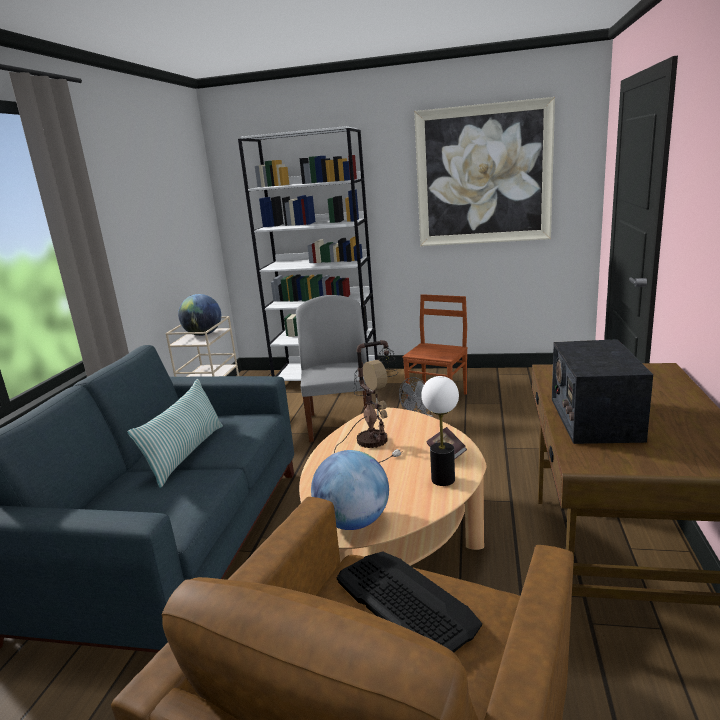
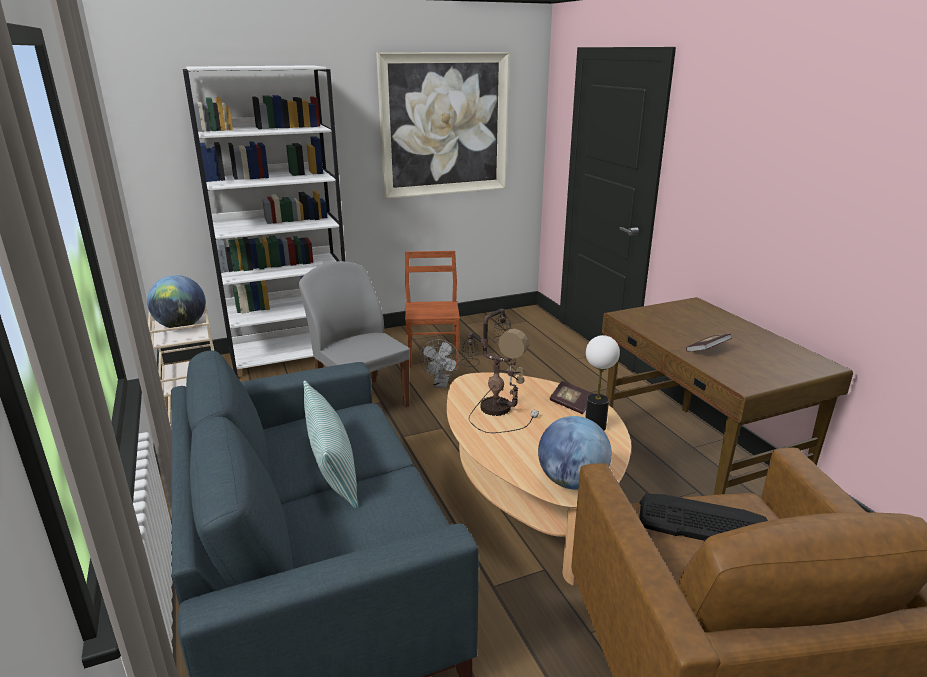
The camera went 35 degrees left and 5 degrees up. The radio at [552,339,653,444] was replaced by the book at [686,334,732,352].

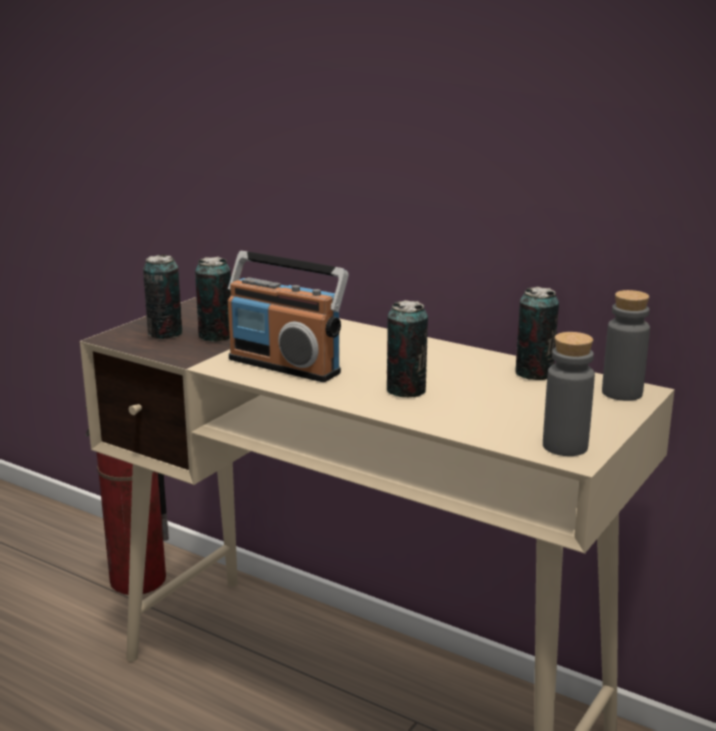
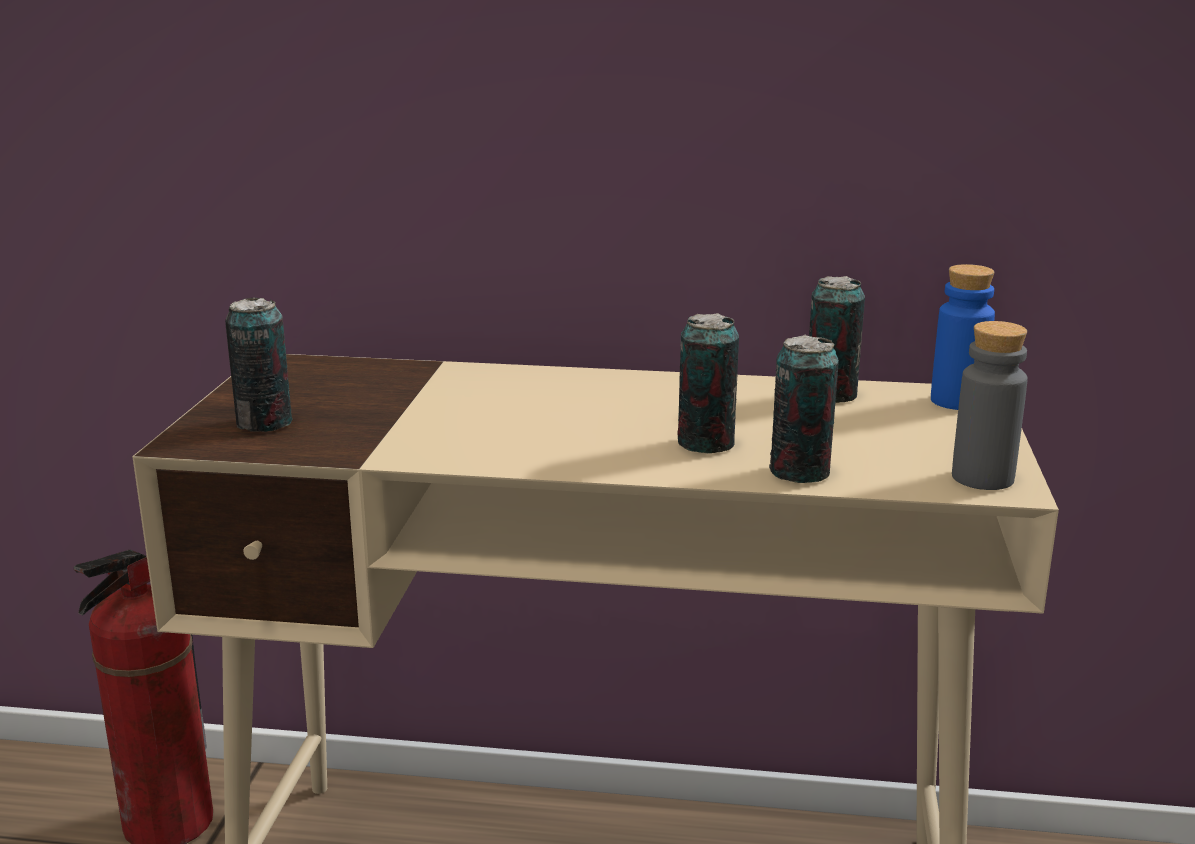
The camera went 25 degrees left and 0 degrees up. The can moved from [195,257,231,342] to [769,335,839,483]. The grey bottle at [602,290,650,401] became the blue bottle at [931,264,995,410]. The radio at [228,251,349,382] disappeared.

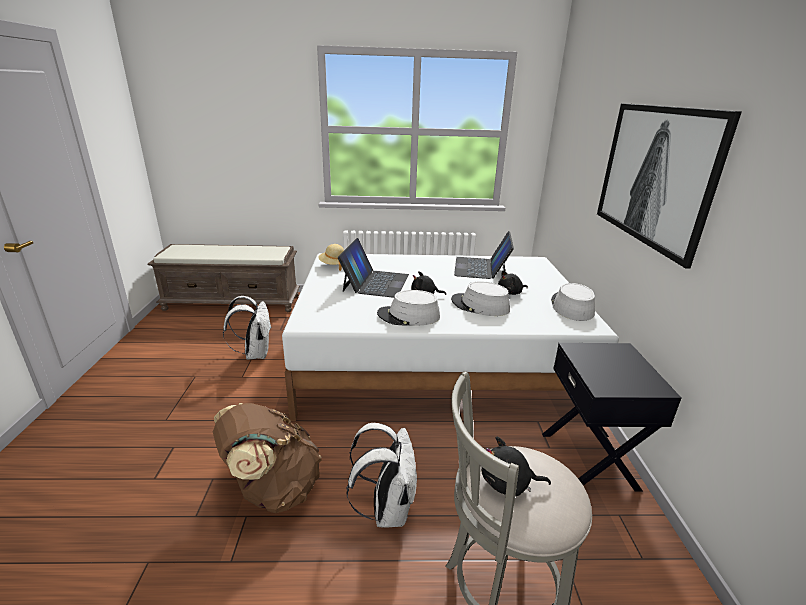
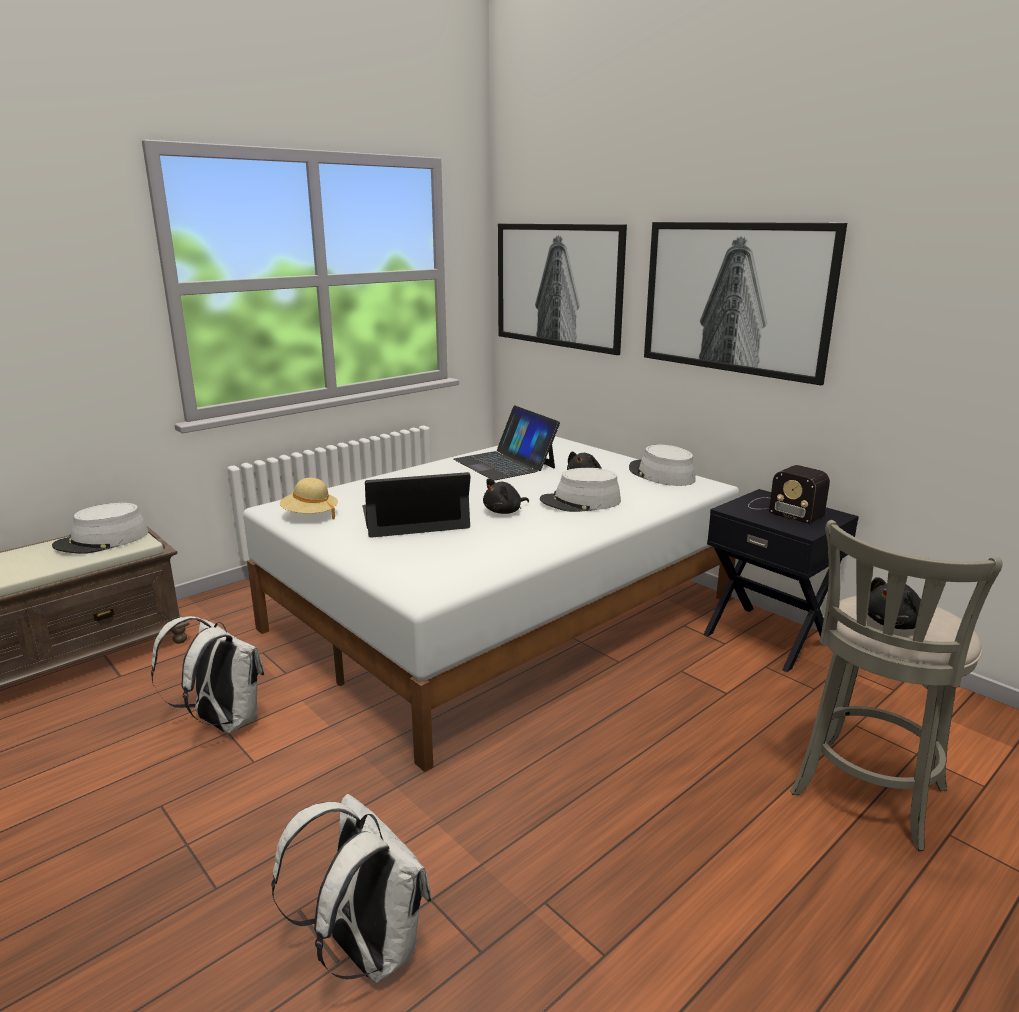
The camera went 40 degrees left and 5 degrees down. The grey hat moved from [377,290,440,326] to [52,503,148,554]. The white backpack moved from [346,423,418,528] to [271,794,431,983]. The laptop at [338,238,409,298] turned 75 degrees counterclockwise. The picture at [498,224,627,355] appeared. The radio at [748,465,830,524] appeared. The brown backpack at [213,403,321,513] disappeared.

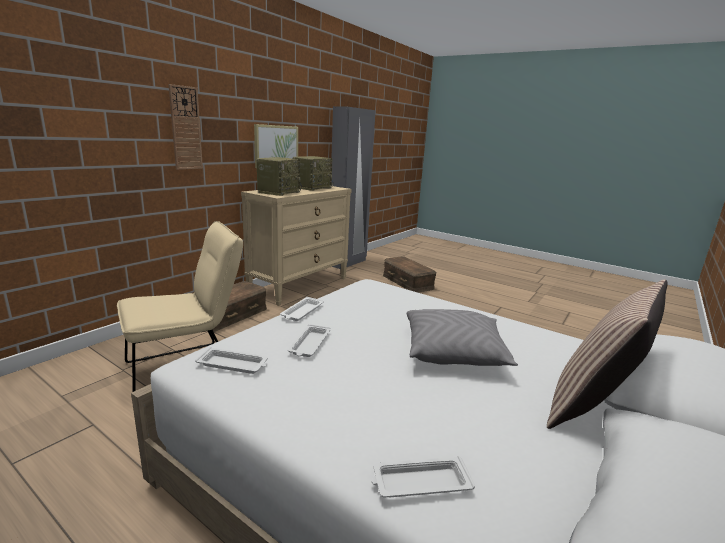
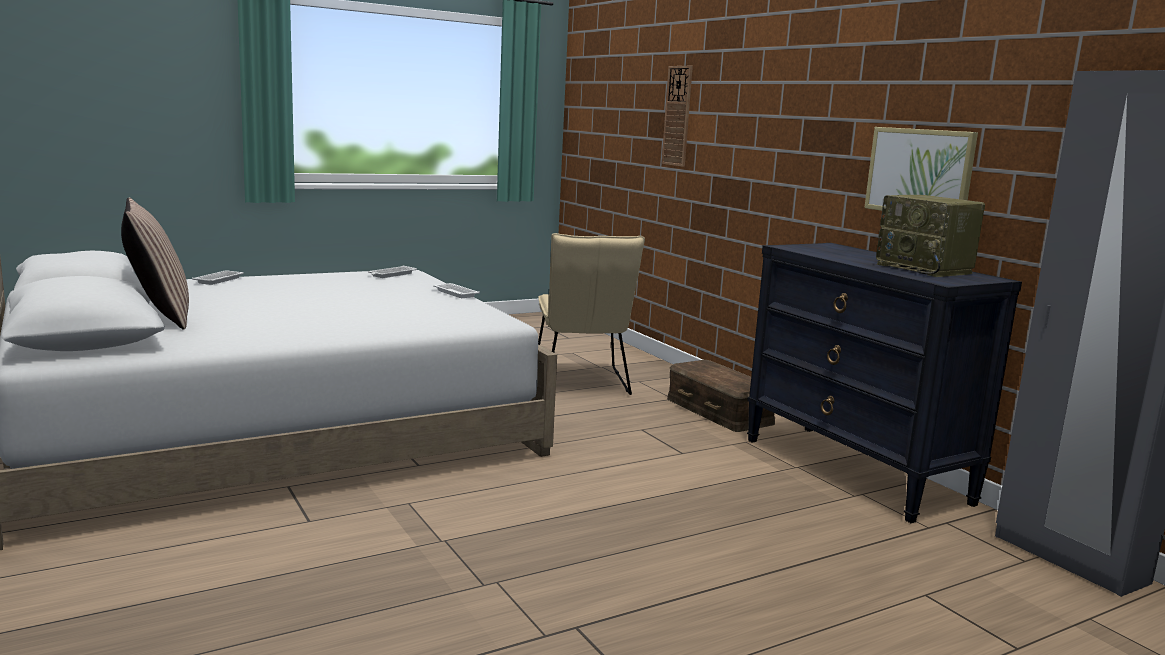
The camera went 115 degrees right and 5 degrees down. The wall clock moved from [168,84,203,170] to [662,66,693,167]. The beige dresser at [241,186,352,306] became the black dresser at [747,243,1022,523]. The radio at [256,157,302,196] disappeared. The white tray at [288,324,331,357] disappeared. The brown storage box at [383,256,436,293] disappeared. The grey pillow at [407,309,518,366] disappeared.

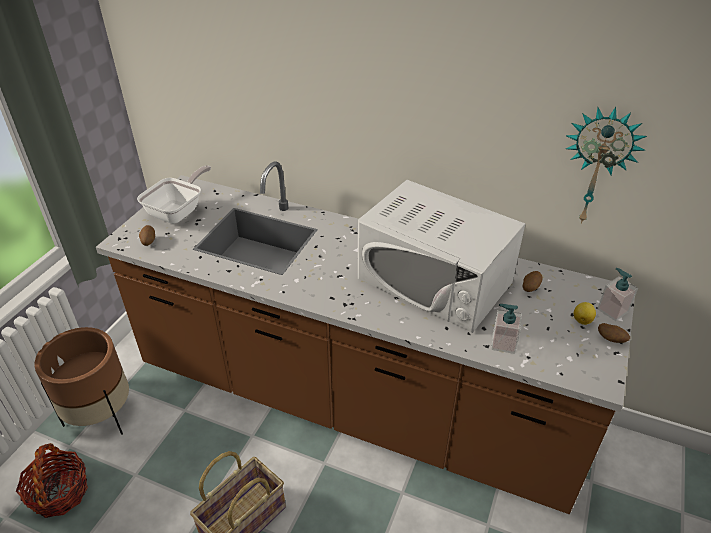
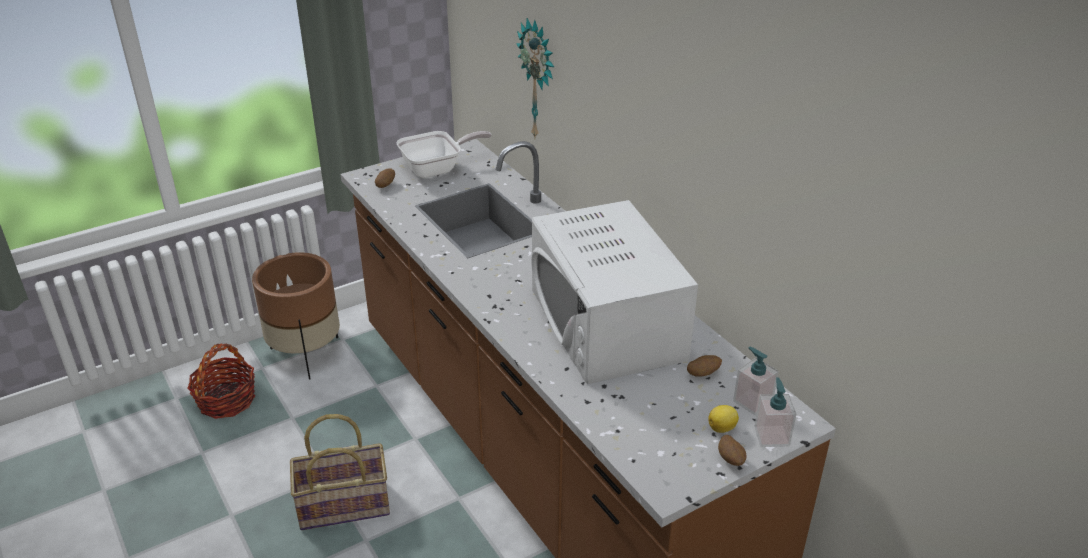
The camera went 35 degrees right and 5 degrees down. The wall clock moved from [566,107,647,224] to [516,18,554,137]. The soap dispenser moved from [491,304,522,354] to [733,347,779,415].

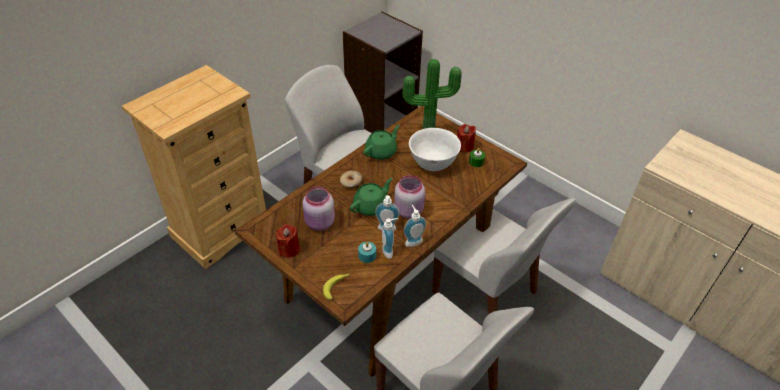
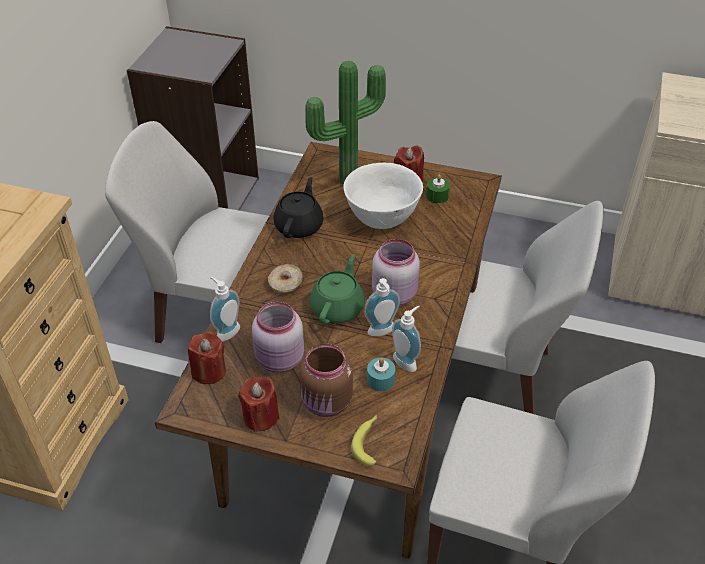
The camera went 25 degrees left and 0 degrees up. The red candle at [188,331,226,384] appeared. The soap dispenser moved from [404,205,426,247] to [210,276,240,342]. The green teapot at [364,125,400,160] became the black teapot at [274,177,324,238]. The brown jar at [299,343,353,417] appeared.

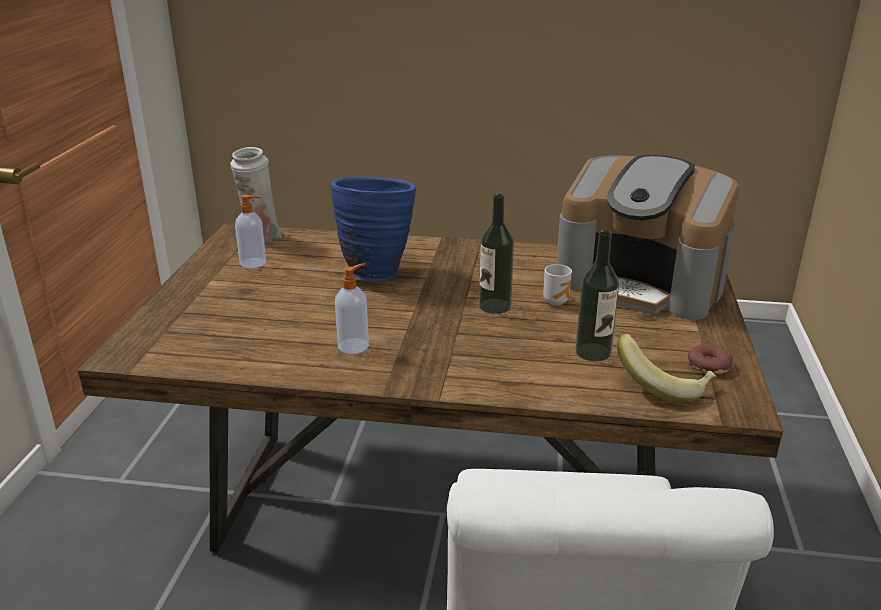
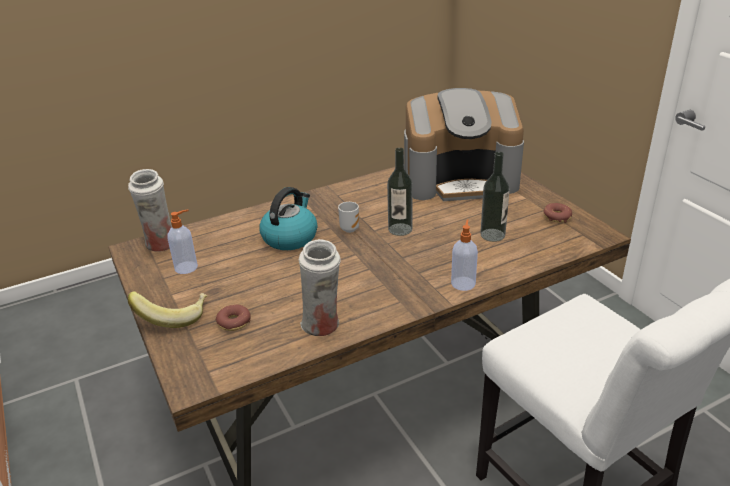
The camera went 35 degrees left and 5 degrees up. The banana moved from [617,334,717,403] to [128,291,207,328]. The donut at [216,305,251,331] appeared. The blue vase at [331,176,416,281] was replaced by the kettle at [259,187,317,250]. The white vase at [299,239,341,336] appeared. The mug moved from [543,264,572,306] to [338,202,359,233]. The soap dispenser moved from [335,263,369,354] to [451,219,478,291].

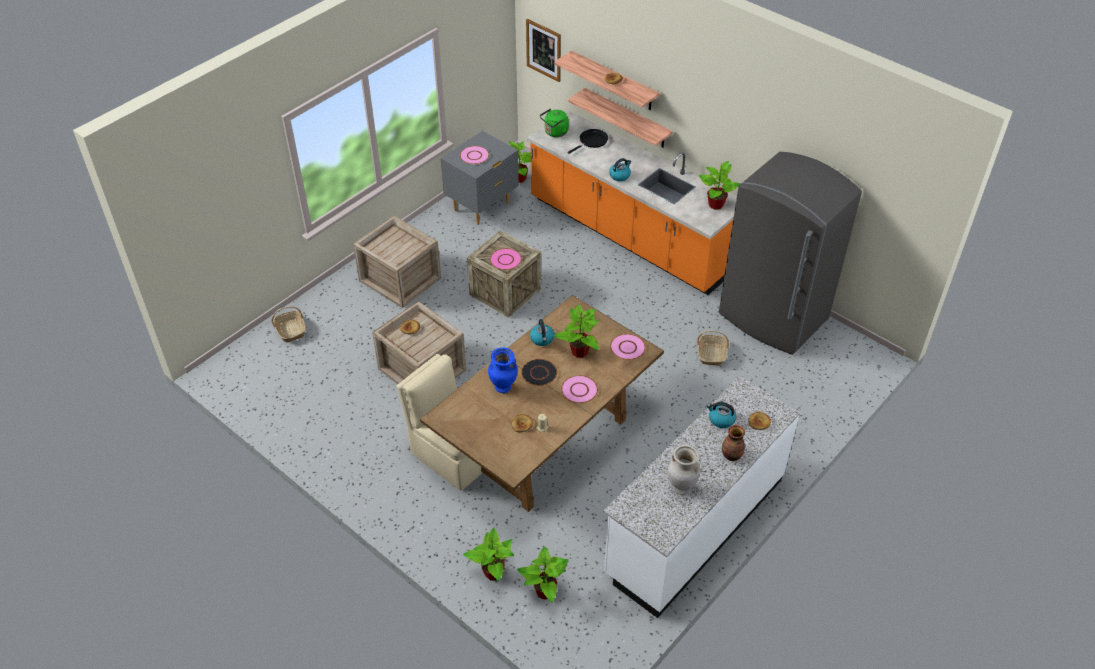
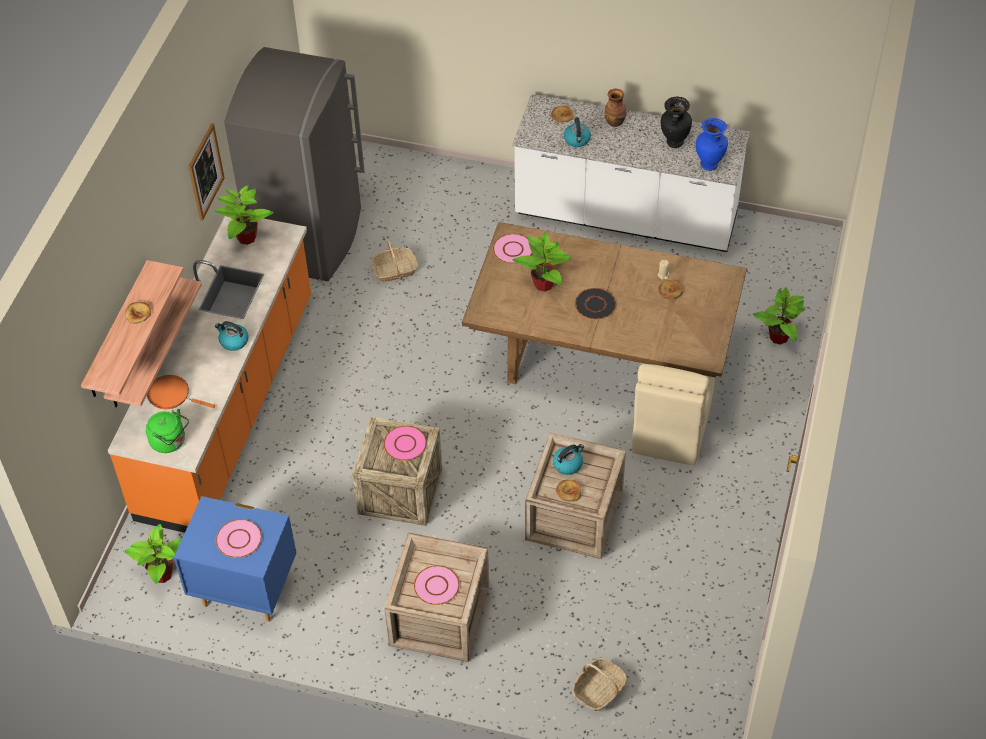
The camera went 115 degrees left and 5 degrees up. The black frying pan at [568,129,608,154] became the orange frying pan at [147,375,215,409]. The grey nightstand at [441,131,519,225] became the blue nightstand at [174,496,297,622]. The picture moved from [526,19,561,82] to [188,123,225,221]. The pink plate moved from [561,375,598,403] to [414,565,460,605]. The kettle moved from [530,319,554,346] to [553,444,584,475]. The beige vase at [668,445,701,495] became the black vase at [661,97,692,148]. The blue vase moved from [488,347,517,393] to [696,118,728,171]. The potted plant at [517,547,569,603] disappeared.

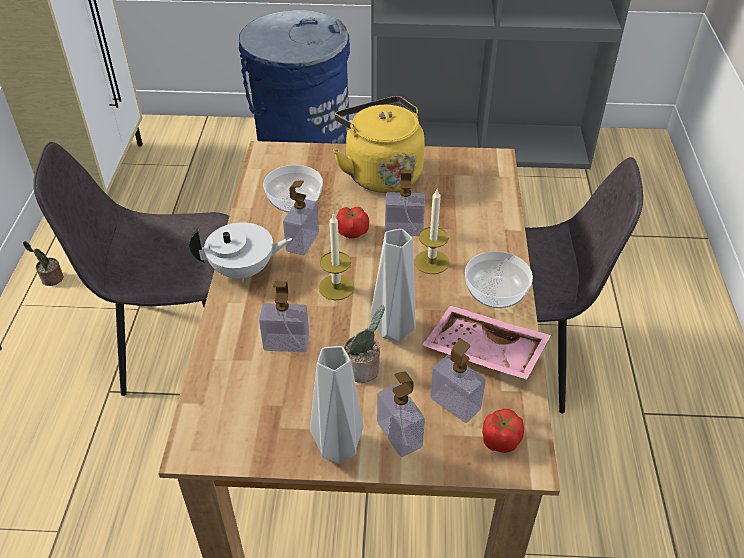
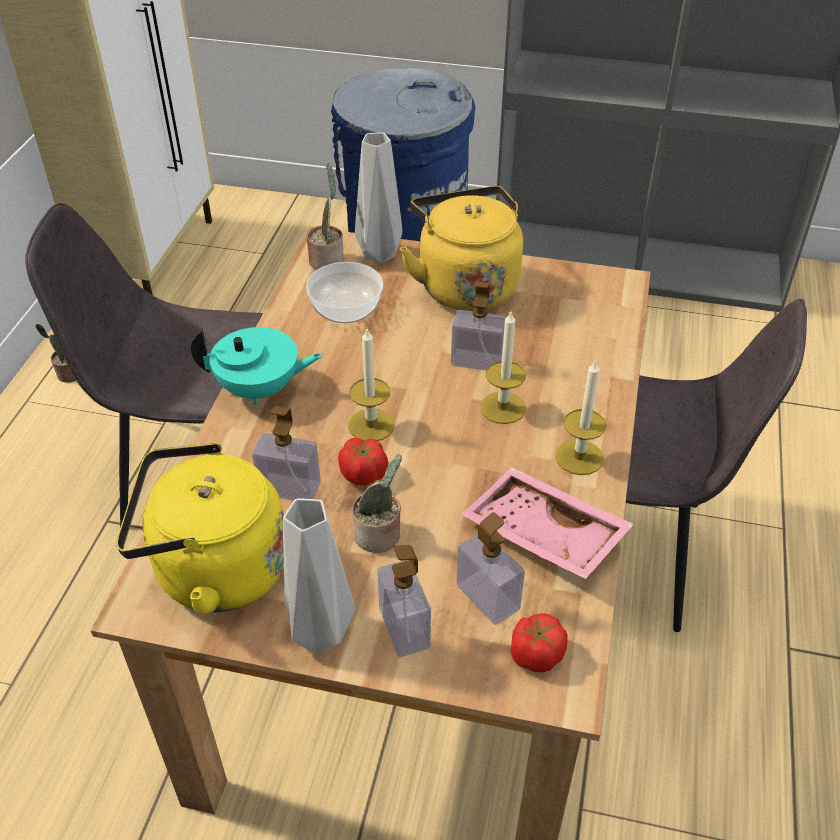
The camera went 10 degrees right and 0 degrees up. The yellow kettle at [116,443,284,614] appeared. The white teapot at [189,222,292,283] became the turquoise teapot at [191,327,323,405]. The potted plant at [306,163,344,270] appeared. The tomato moved from [336,207,369,239] to [338,438,388,485]. The grey vase moved from [371,229,415,342] to [355,133,402,264]. The bowl at [465,251,533,308] was replaced by the candle at [555,359,606,475]. The soap dispenser at [283,180,319,255] disappeared.

